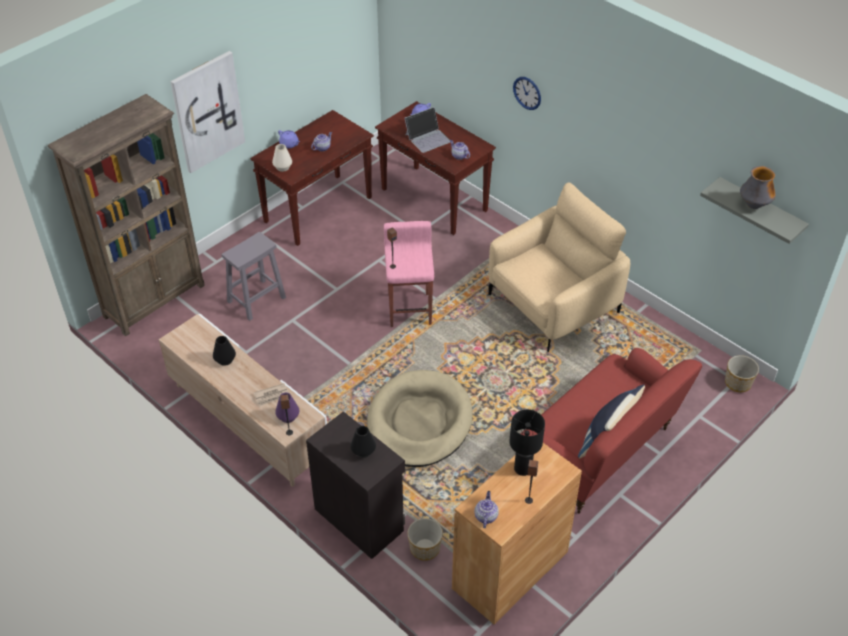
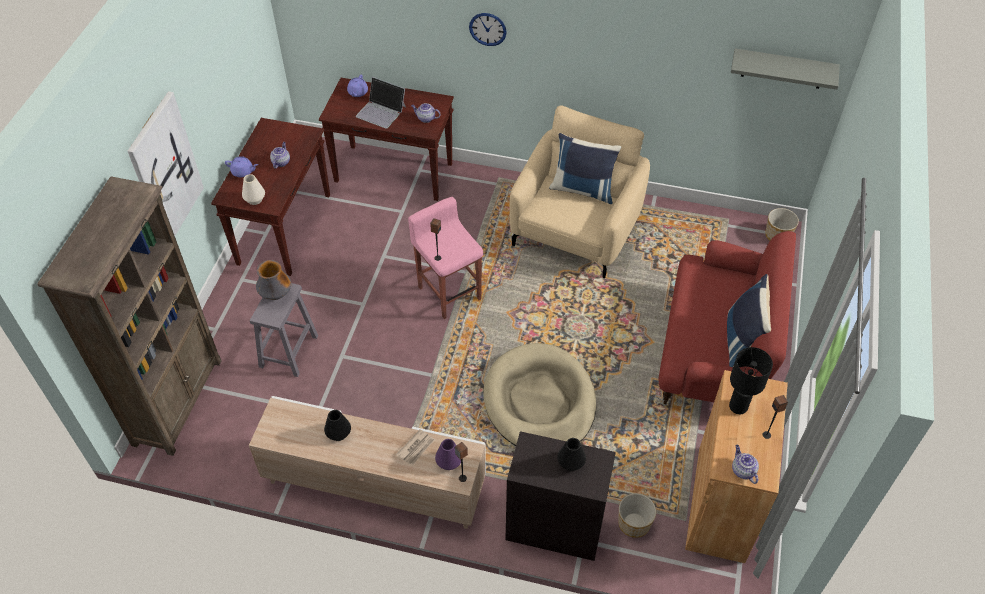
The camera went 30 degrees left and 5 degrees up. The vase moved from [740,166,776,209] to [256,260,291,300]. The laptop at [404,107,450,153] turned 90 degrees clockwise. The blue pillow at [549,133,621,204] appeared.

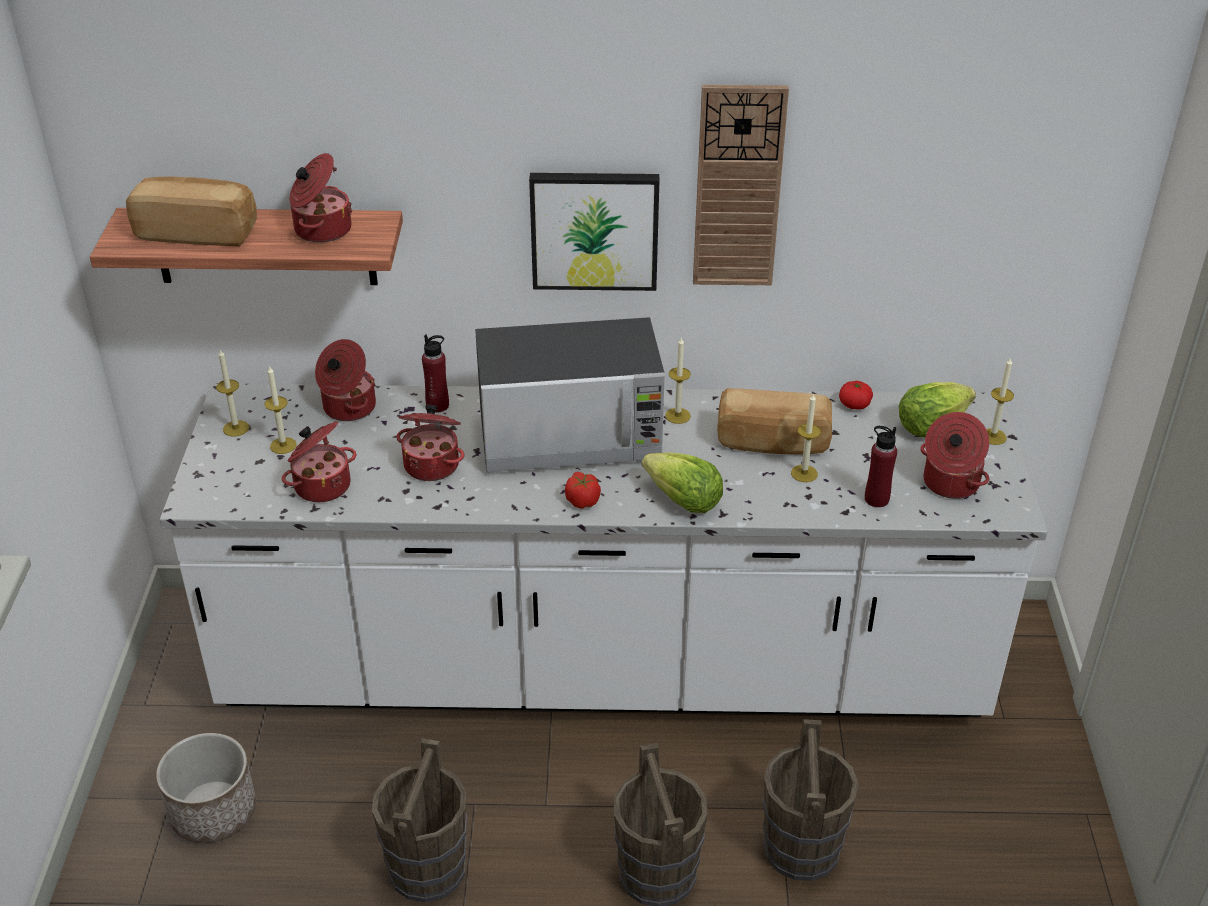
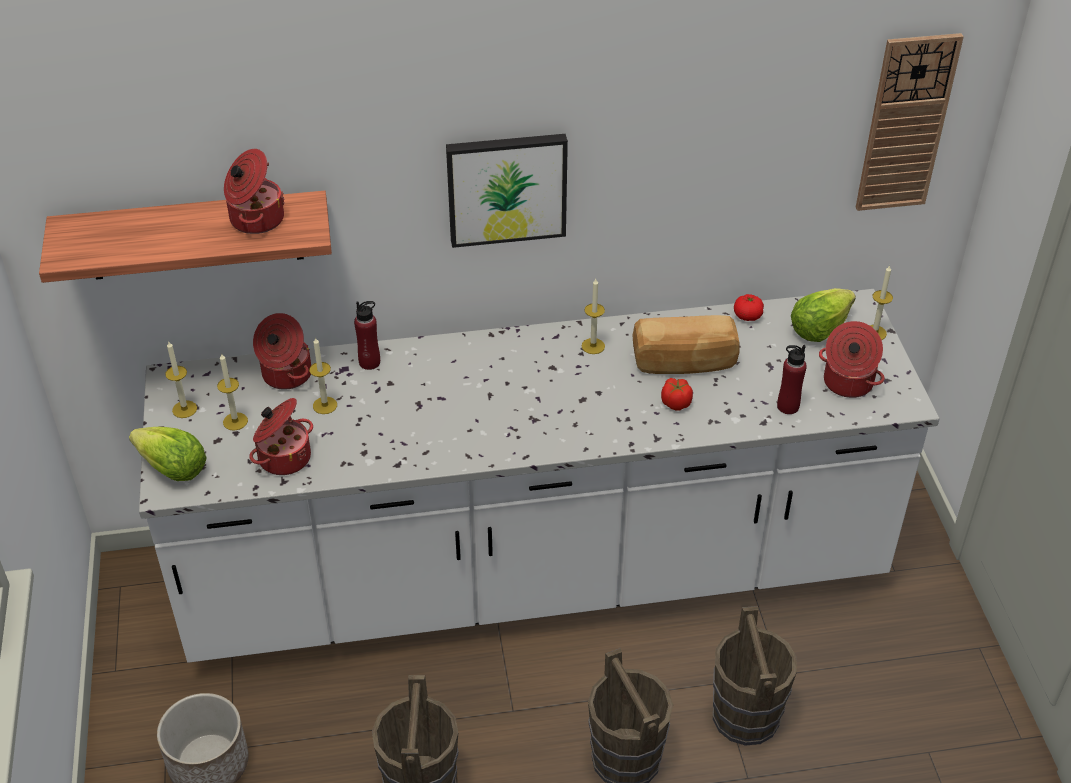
The camera went 10 degrees left and 5 degrees up. The lettuce moved from [642,452,723,513] to [129,427,207,481]. The candle moved from [791,393,821,482] to [309,337,337,414]. The tomato moved from [565,472,601,509] to [661,378,693,411]. The wall clock moved from [693,85,789,285] to [856,33,964,211]. The bread at [126,177,257,246] disappeared. The cooking pot at [396,405,464,481] disappeared. The microwave at [475,317,665,473] disappeared.

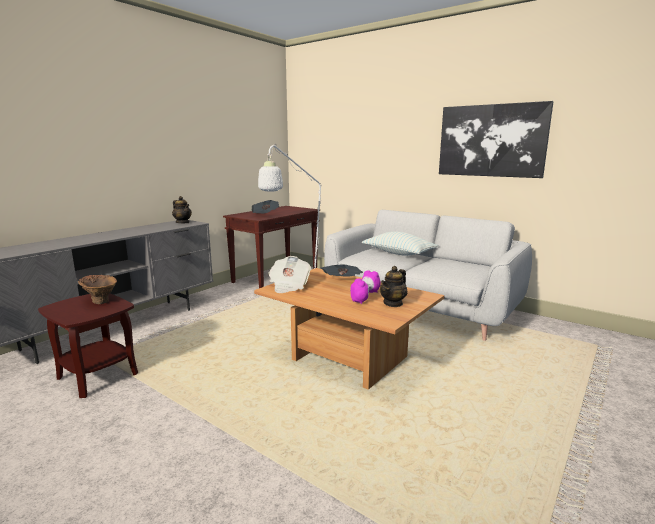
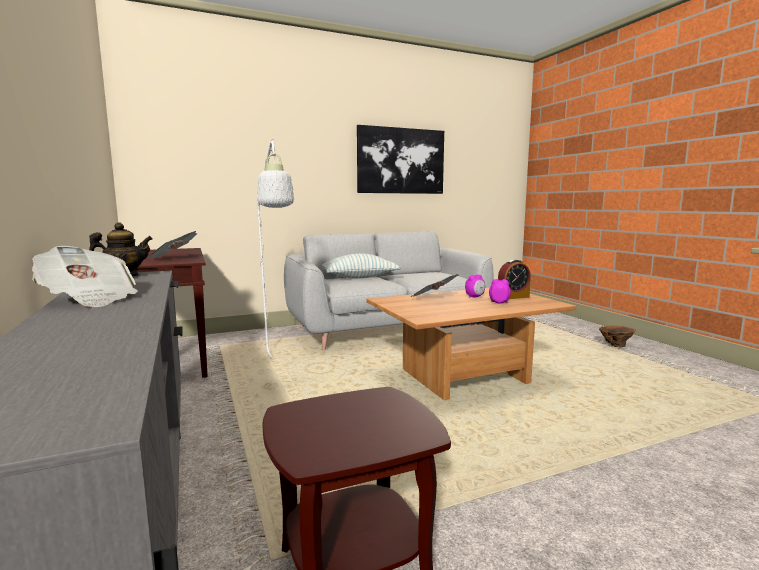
The camera went 60 degrees left and 5 degrees down. The newspaper moved from [268,256,311,293] to [32,246,138,307]. The teapot at [380,266,407,307] was replaced by the alarm clock at [498,260,531,299]. The brown vase moved from [78,275,117,304] to [599,326,636,348].

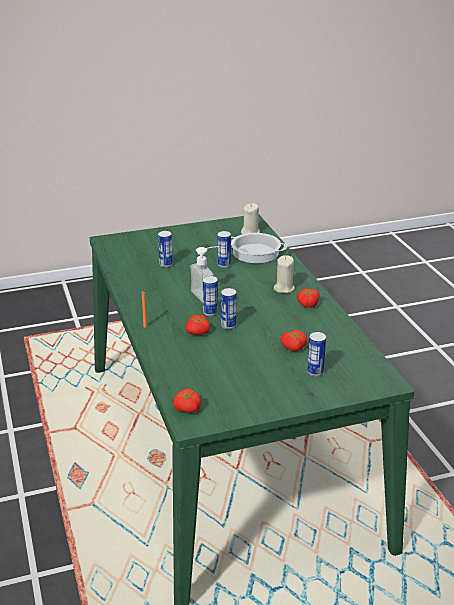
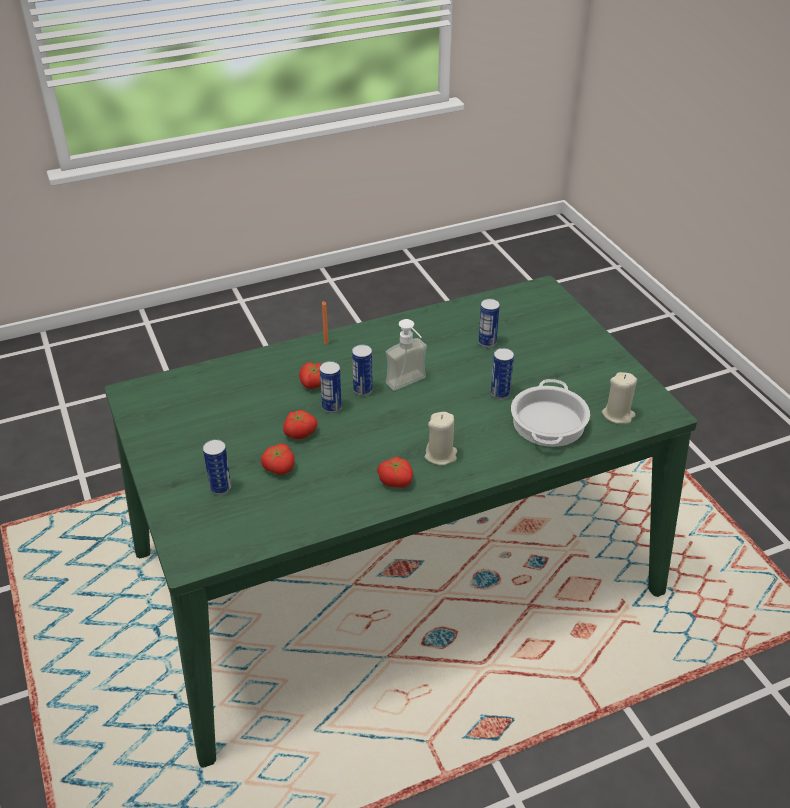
The camera went 85 degrees right and 10 degrees up. The tomato moved from [173,388,201,413] to [283,410,317,439].

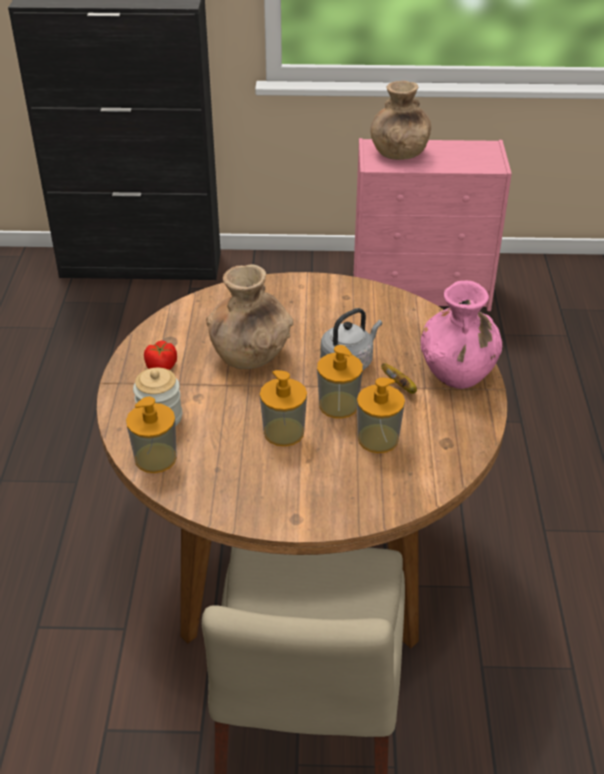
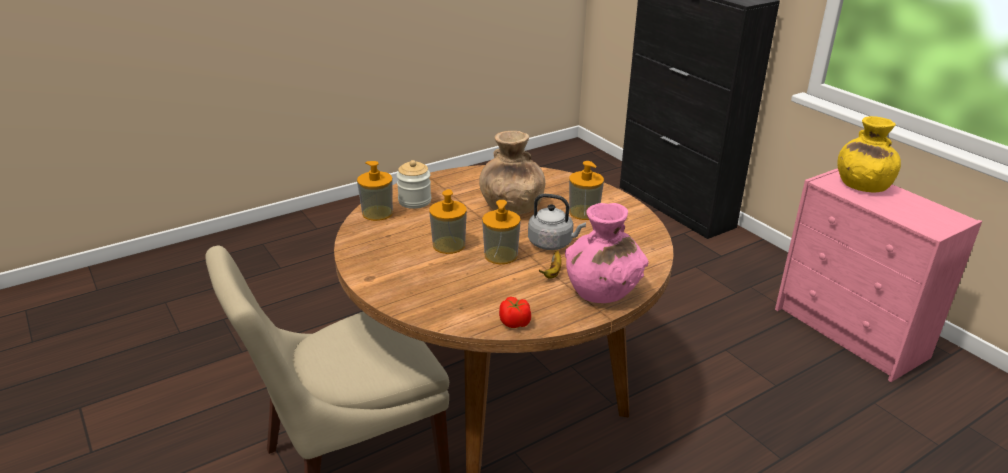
The camera went 55 degrees right and 10 degrees down. The tomato moved from [144,341,177,370] to [499,297,531,328]. The soap dispenser moved from [357,378,405,453] to [569,161,604,220]. The brown vase at [370,81,431,160] became the yellow vase at [837,116,901,192].

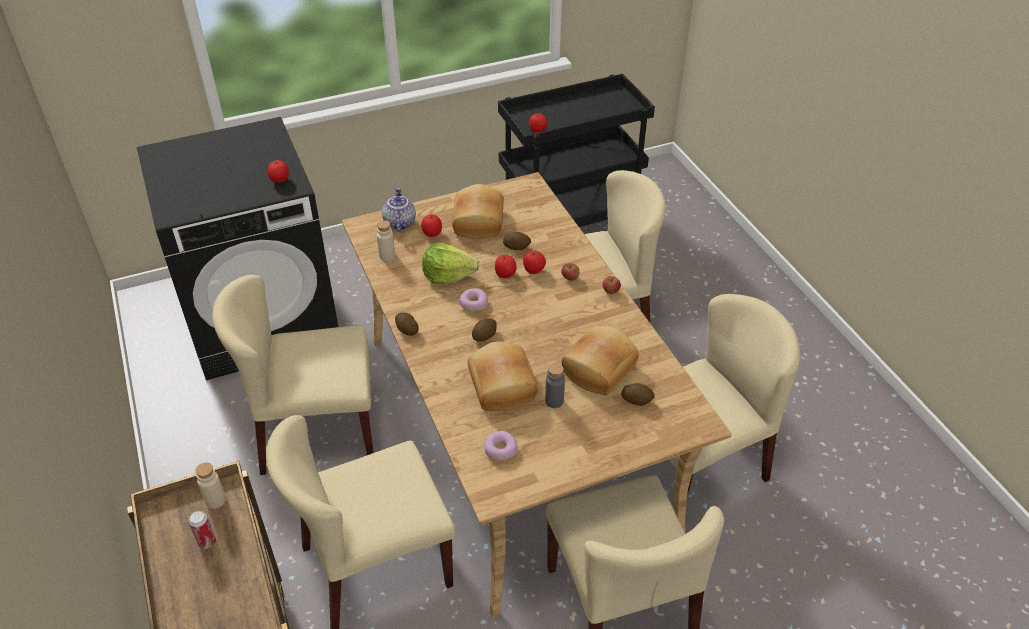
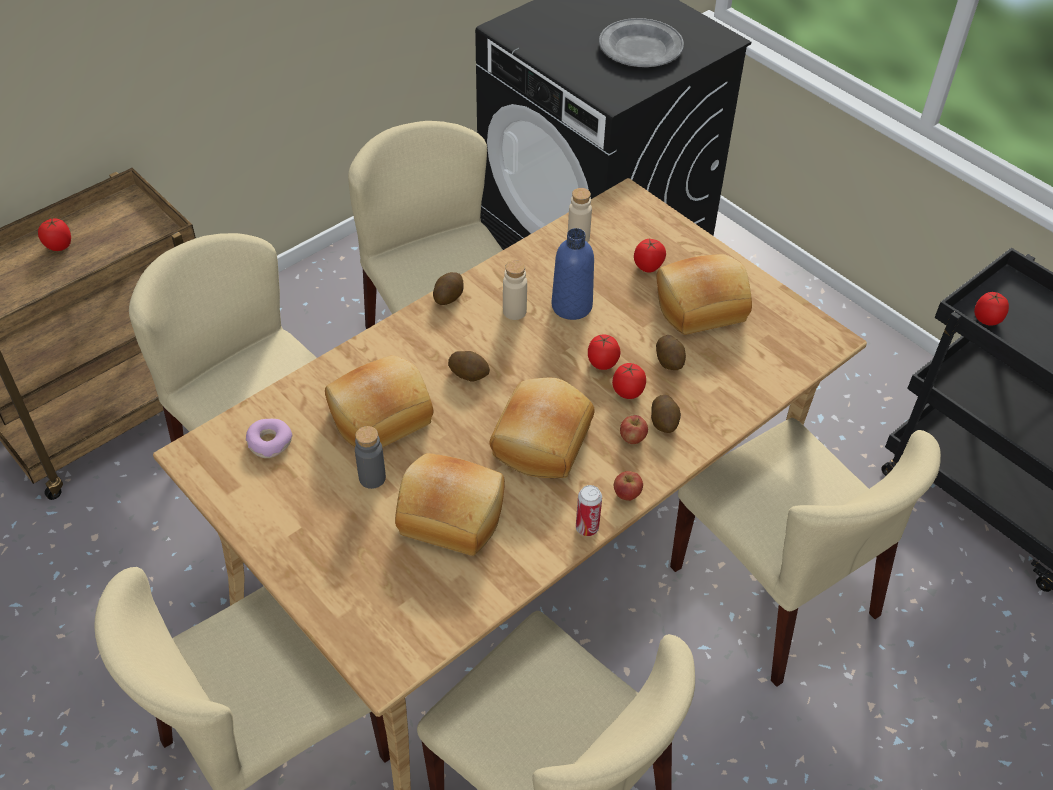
The camera went 70 degrees right and 5 degrees up. The tomato moved from [267,160,289,183] to [38,218,71,251]. The bread at [490,377,595,478] appeared. The beige bottle moved from [196,462,226,509] to [503,260,527,320]. The lettuce at [422,243,480,284] was replaced by the blue bottle at [552,228,594,320]. The can moved from [189,511,216,549] to [576,485,602,536]. The grey plate at [599,18,684,67] appeared. The potato moved from [621,383,655,406] to [651,395,681,433]. The teapot at [382,188,416,232] disappeared. The donut at [459,288,488,312] disappeared.

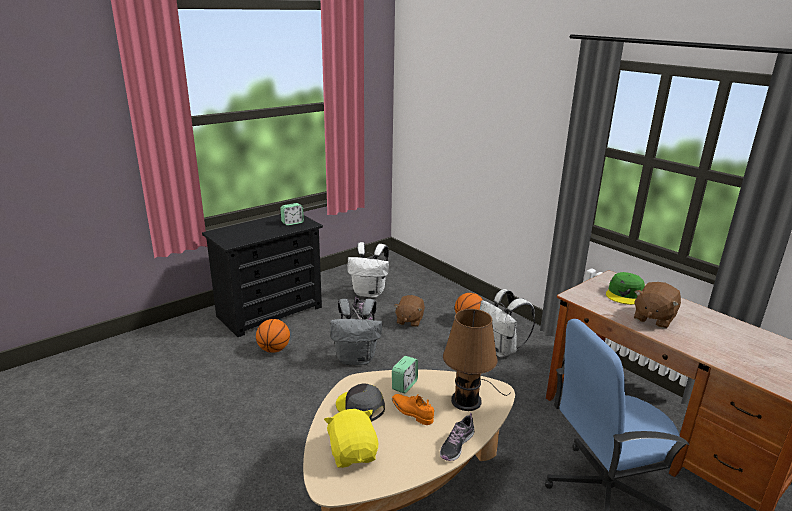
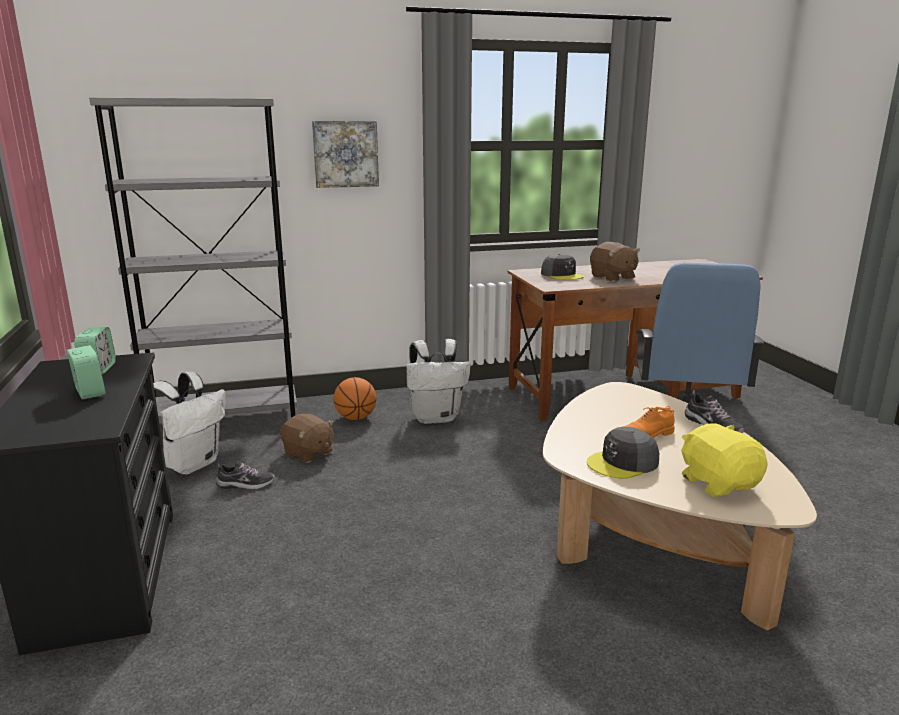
The camera went 65 degrees left and 5 degrees down. The alarm clock moved from [392,356,418,394] to [67,345,106,399]. The grey bookcase at [89,98,297,421] appeared. The picture at [312,121,379,188] appeared. The green cap at [606,272,645,305] became the grey cap at [541,254,584,280]. The yellow plush toy at [324,409,378,468] turned 60 degrees clockwise. The basketball at [256,319,290,353] disappeared. The grey backpack at [330,299,382,365] disappeared. The brown table lamp at [443,309,511,411] disappeared.

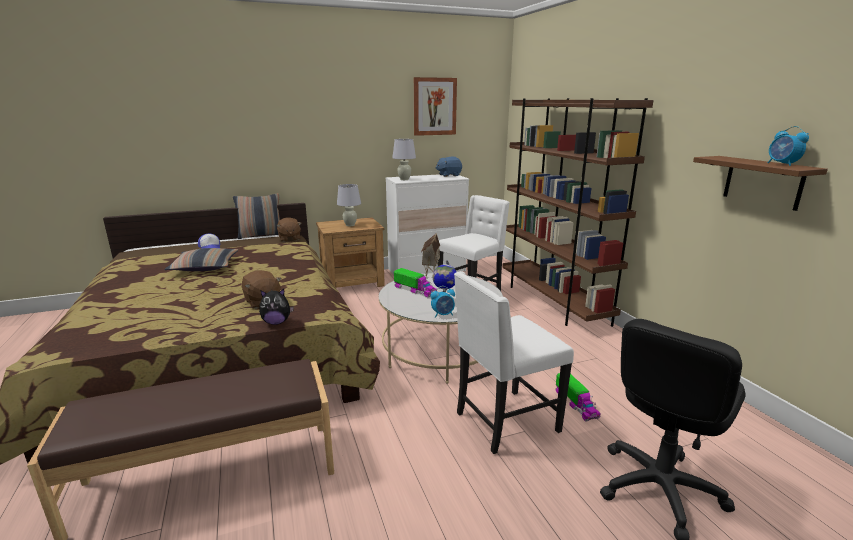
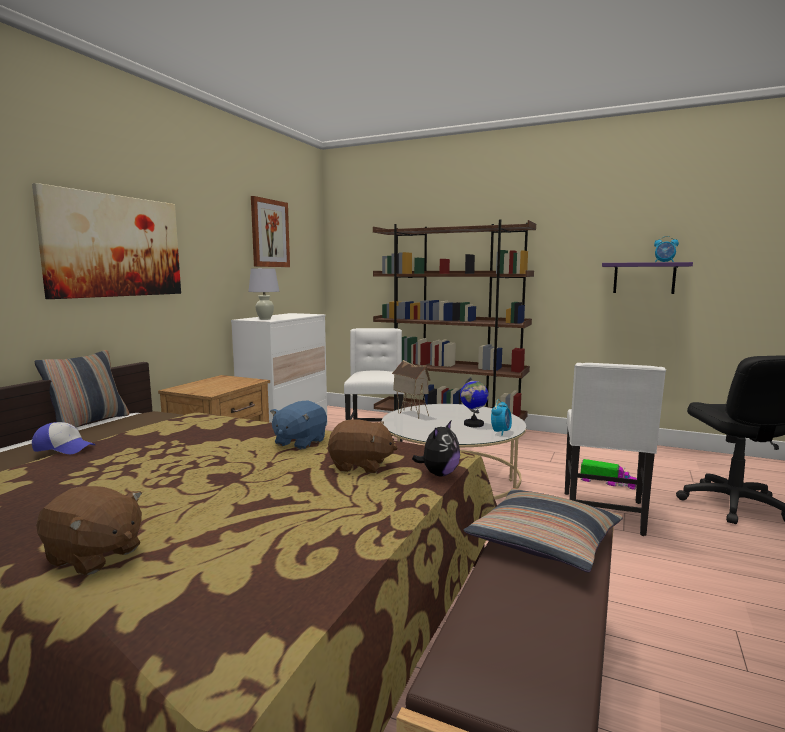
The camera went 45 degrees left and 10 degrees down. The picture at [32,183,181,299] appeared. The brown plush toy moved from [276,217,302,242] to [36,486,142,575]. The blue plush toy moved from [436,157,462,177] to [270,400,327,450]. The pillow moved from [165,248,238,271] to [464,488,623,572]. The brown shelf at [693,156,828,211] became the purple shelf at [602,262,693,294]. The white table lamp at [337,184,361,226] disappeared. The toy truck at [394,268,437,298] disappeared.

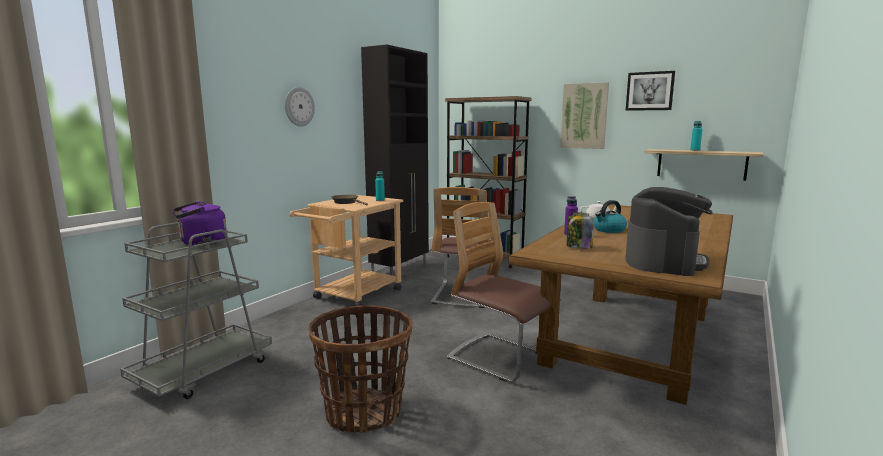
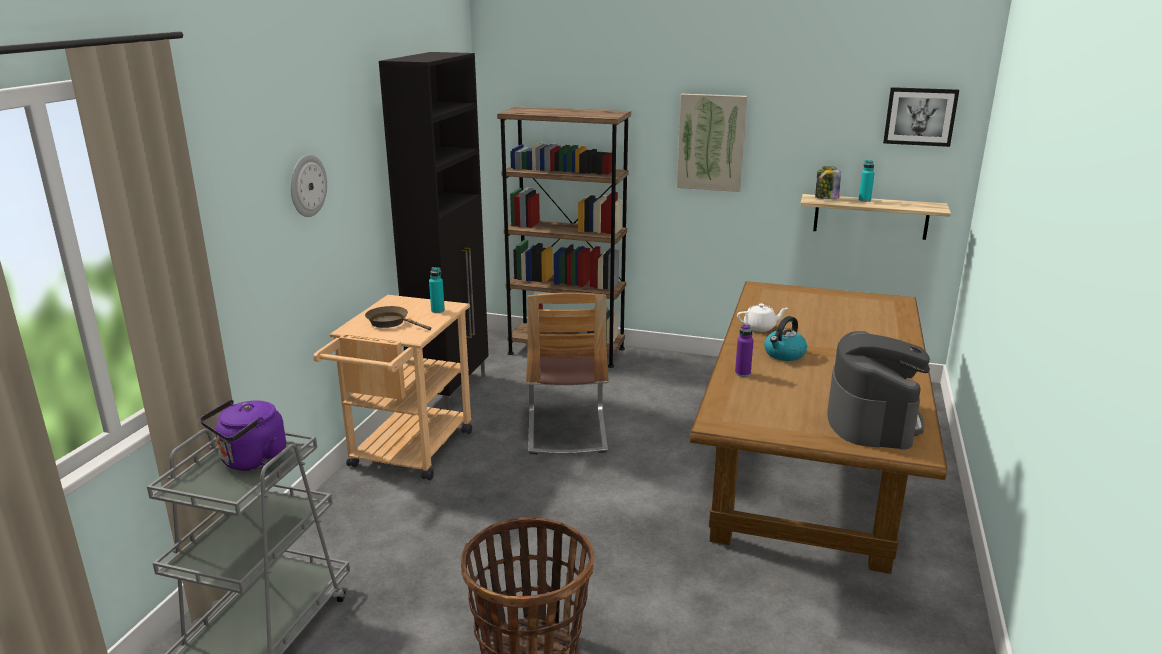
The camera went 15 degrees left and 10 degrees up. The jar moved from [567,212,594,249] to [815,166,841,199]. The picture moved from [626,71,675,111] to [883,87,959,147]. The chair at [447,202,551,382] disappeared.

